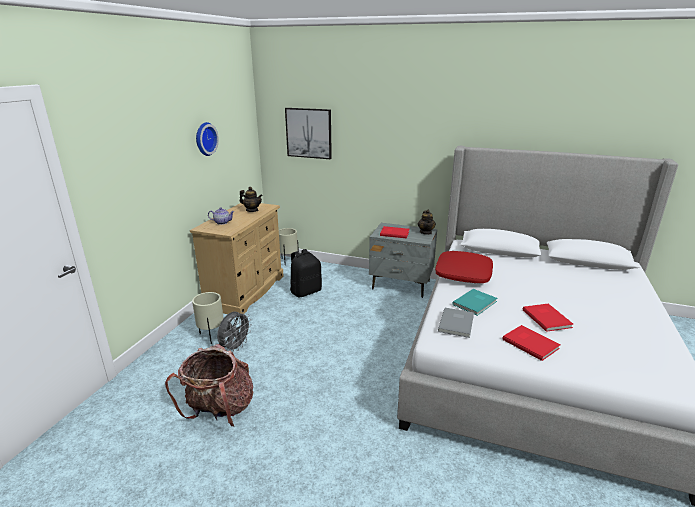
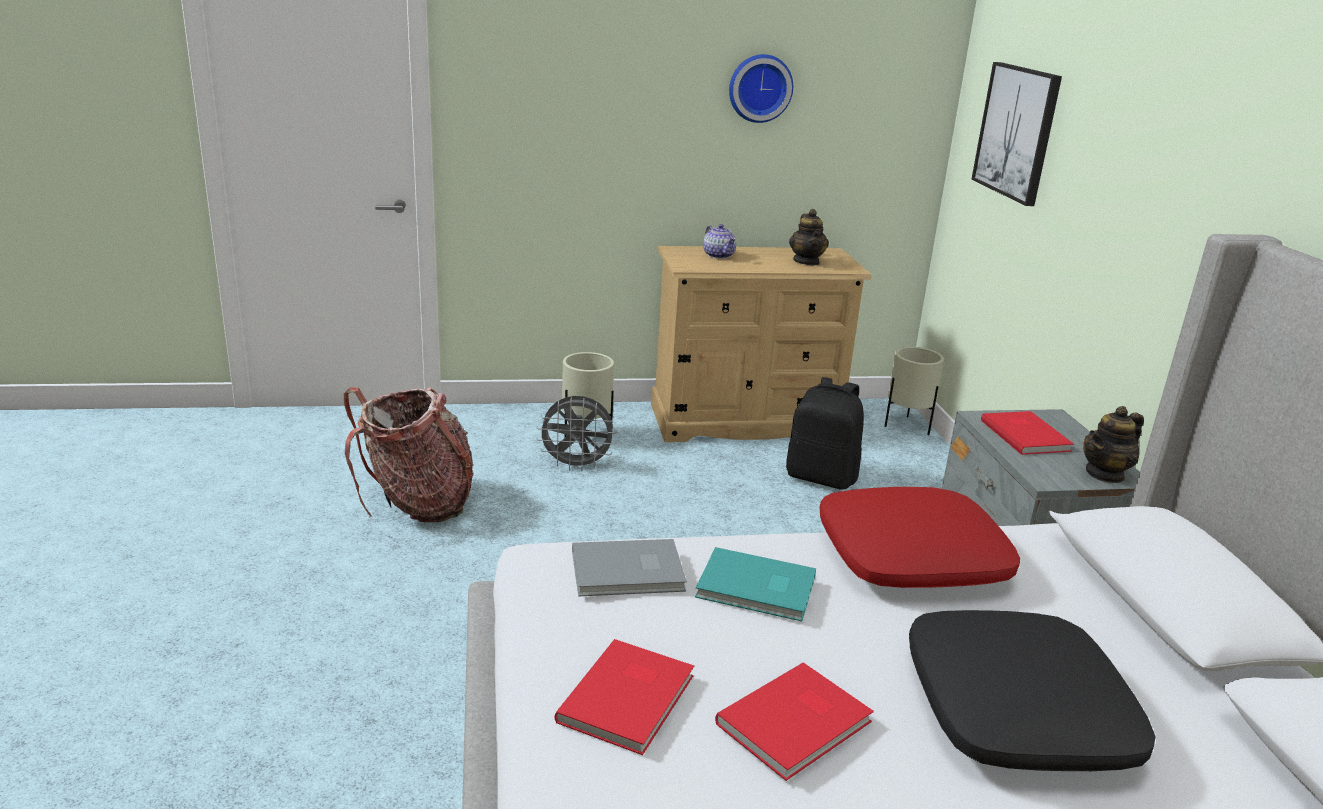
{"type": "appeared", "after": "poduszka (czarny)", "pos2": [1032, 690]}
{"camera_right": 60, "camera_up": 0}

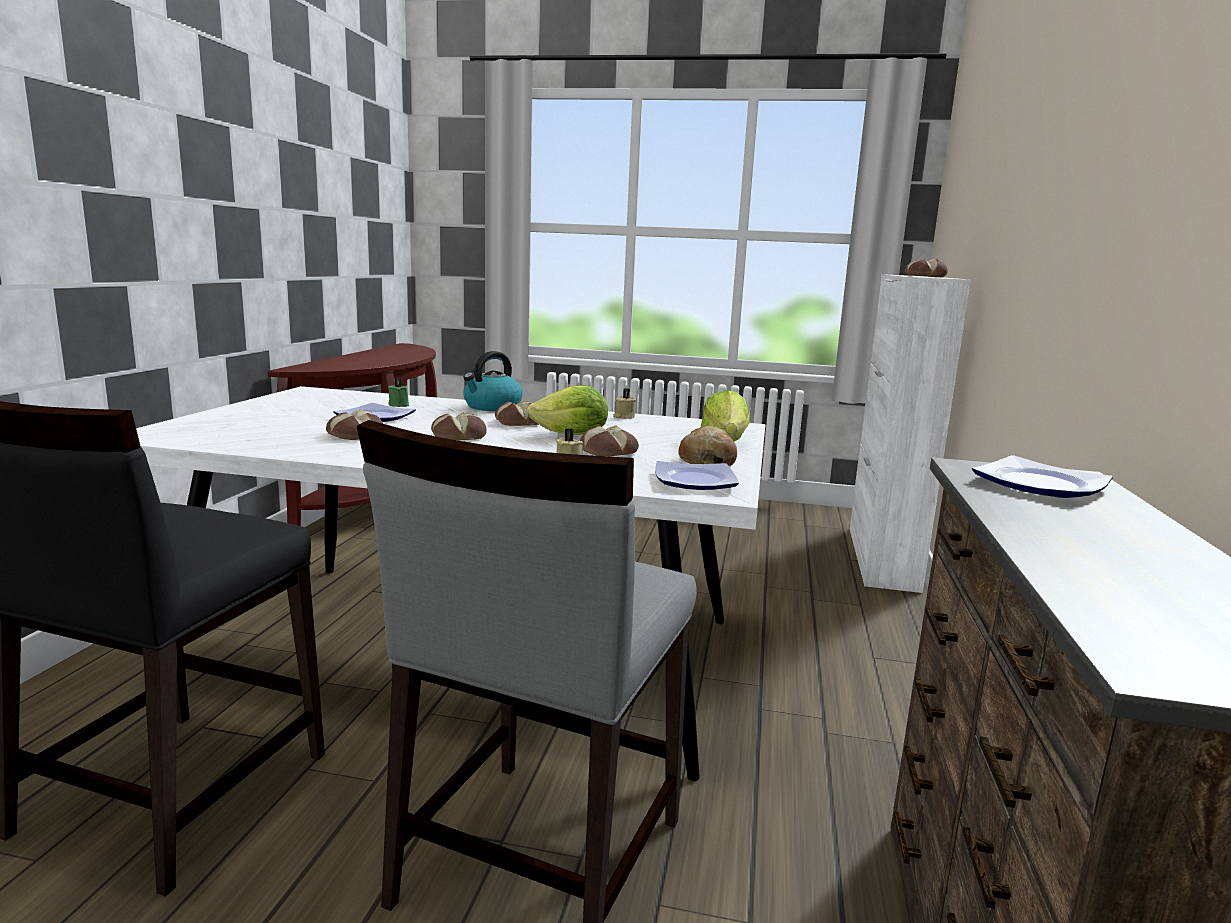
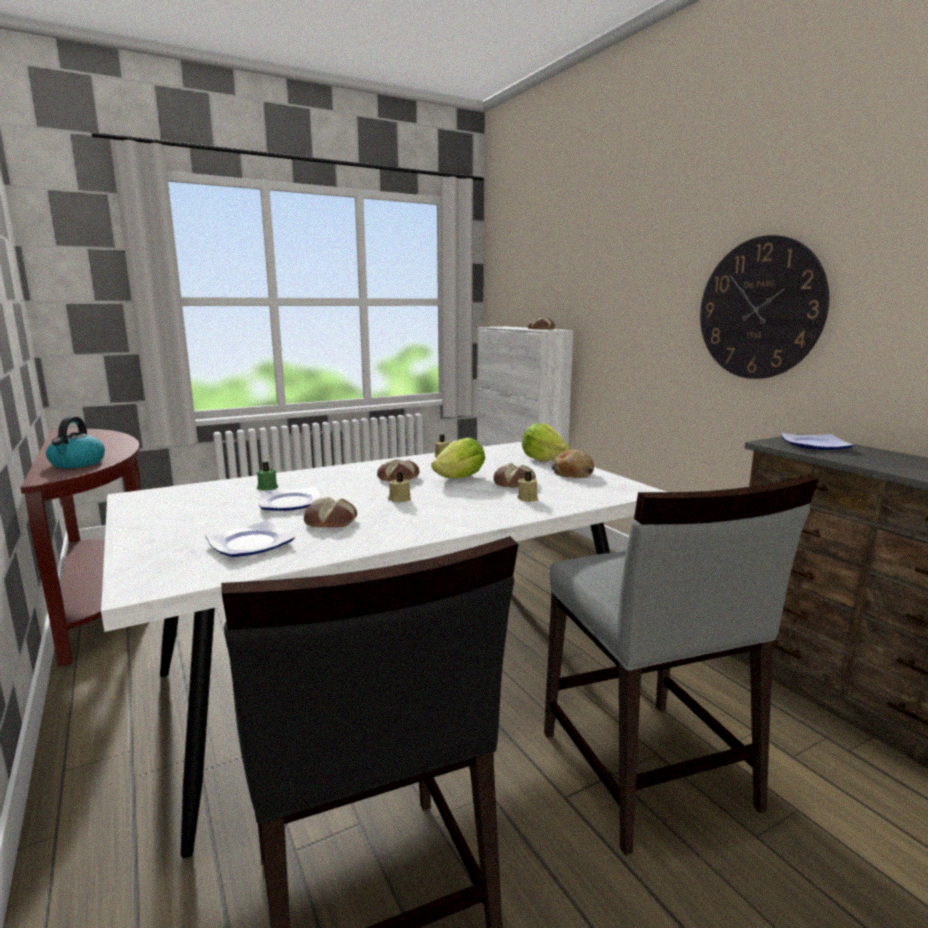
{"type": "relocated", "before": "czajnik", "pos1": [493, 381], "pos2": [75, 442]}
{"type": "exchanged", "before": "chleb", "after": "świeca (beżowy)", "pos1": [459, 426], "pos2": [399, 487]}
{"type": "relocated", "before": "talerz", "pos1": [697, 475], "pos2": [250, 539]}
{"type": "appeared", "after": "zegar ścienny", "pos2": [764, 307]}
{"camera_right": -40, "camera_up": 0}

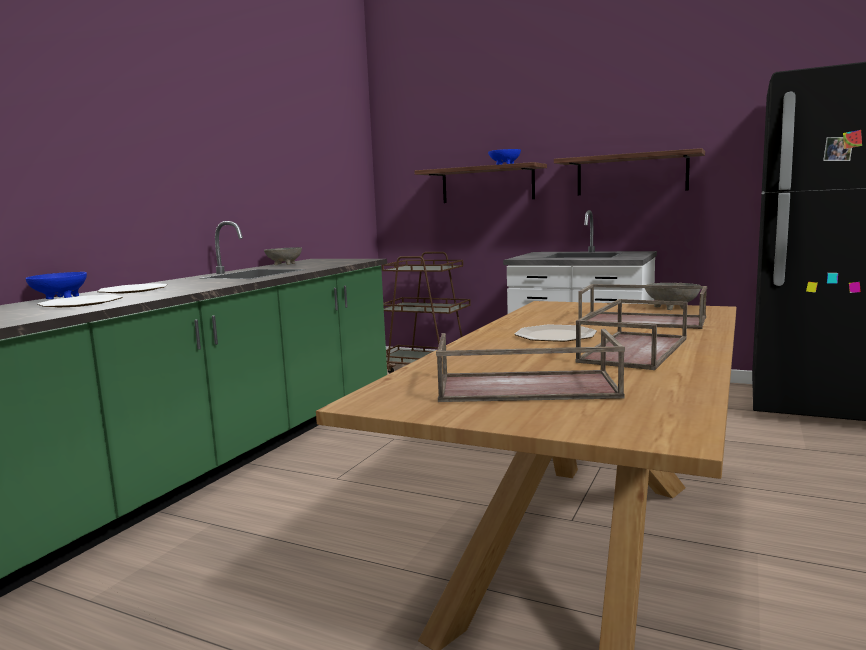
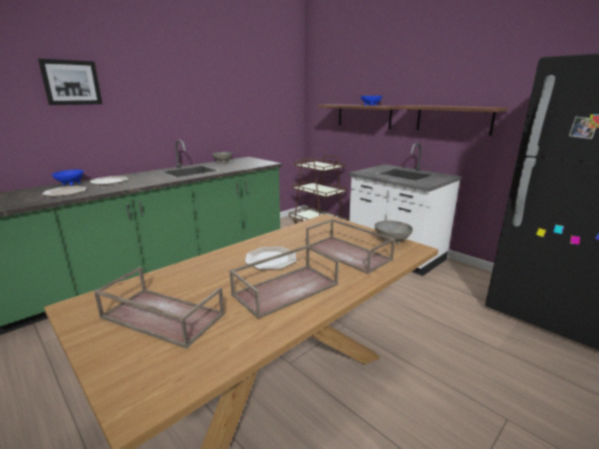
{"type": "appeared", "after": "obraz", "pos2": [70, 81]}
{"camera_right": 20, "camera_up": 10}

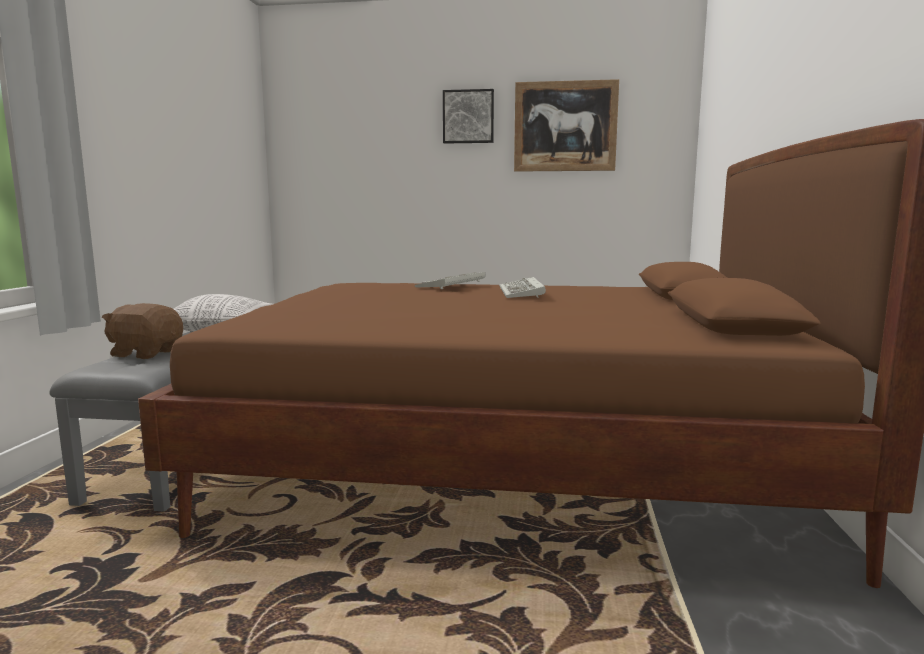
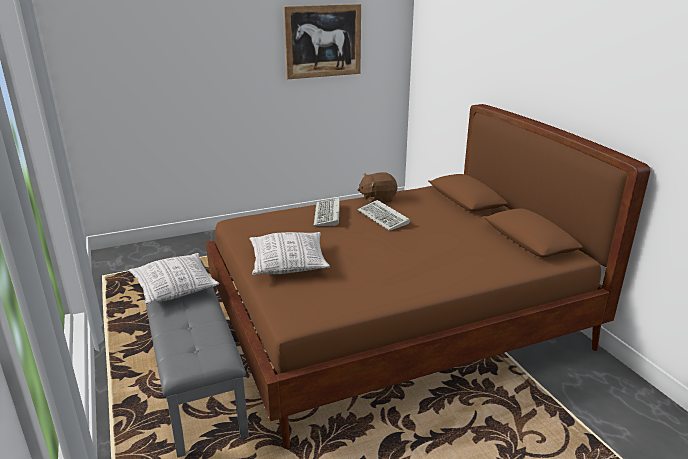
{"type": "missing", "before": "obraz", "pos1": [468, 116]}
{"type": "relocated", "before": "pluszak (brązowy)", "pos1": [142, 331], "pos2": [377, 187]}
{"type": "appeared", "after": "poduszka", "pos2": [290, 253]}
{"camera_right": -30, "camera_up": 15}

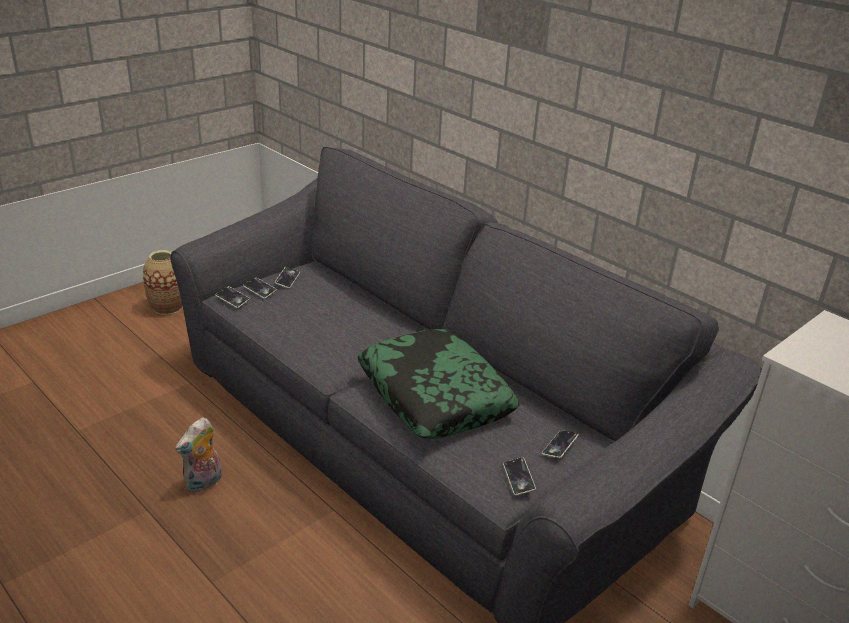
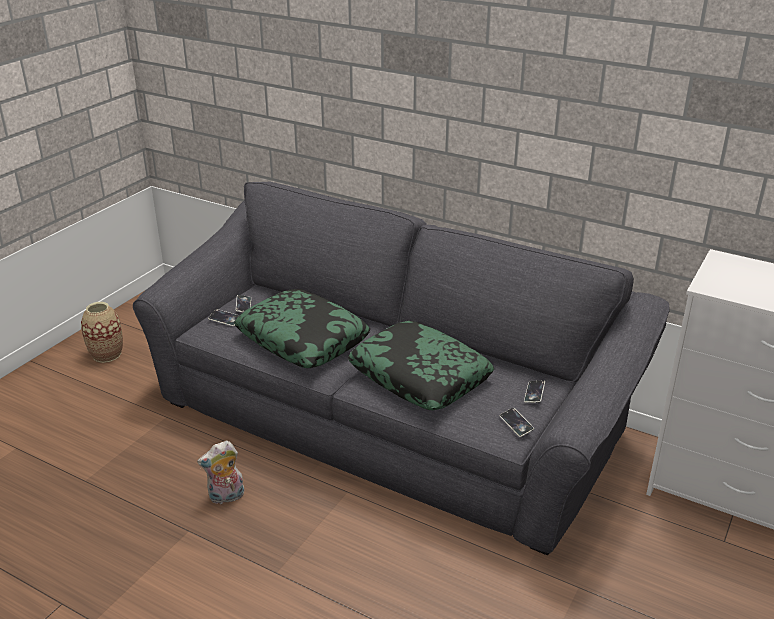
{"type": "missing", "before": "telefon", "pos1": [233, 297]}
{"type": "spun", "before": "pluszak", "pos1": [198, 455], "pos2": [220, 473], "turn": 45}
{"type": "appeared", "after": "poduszka", "pos2": [302, 328]}
{"camera_right": -15, "camera_up": 0}

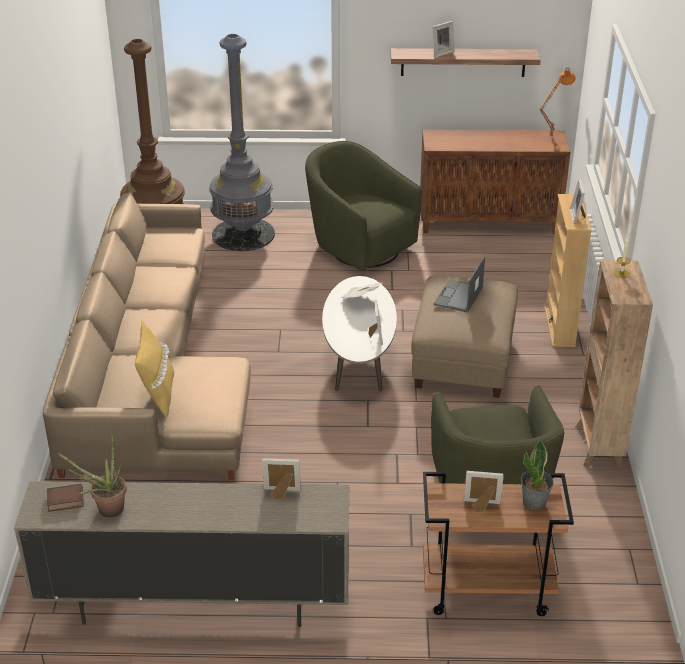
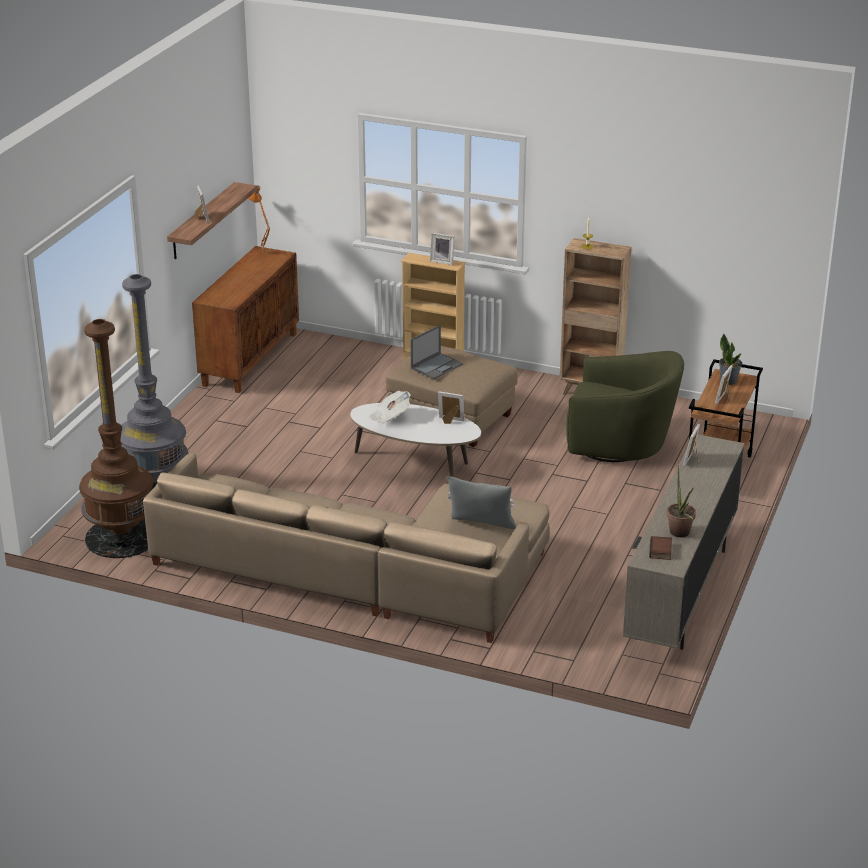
{"type": "missing", "before": "fotel (zielony)", "pos1": [363, 206]}
{"type": "spun", "before": "laptop", "pos1": [459, 284], "pos2": [436, 352], "turn": -90}
{"type": "colour", "before": "poduszka (żółty)", "after": "poduszka (szary)", "pos1": [154, 370], "pos2": [481, 503]}
{"camera_right": -70, "camera_up": -5}

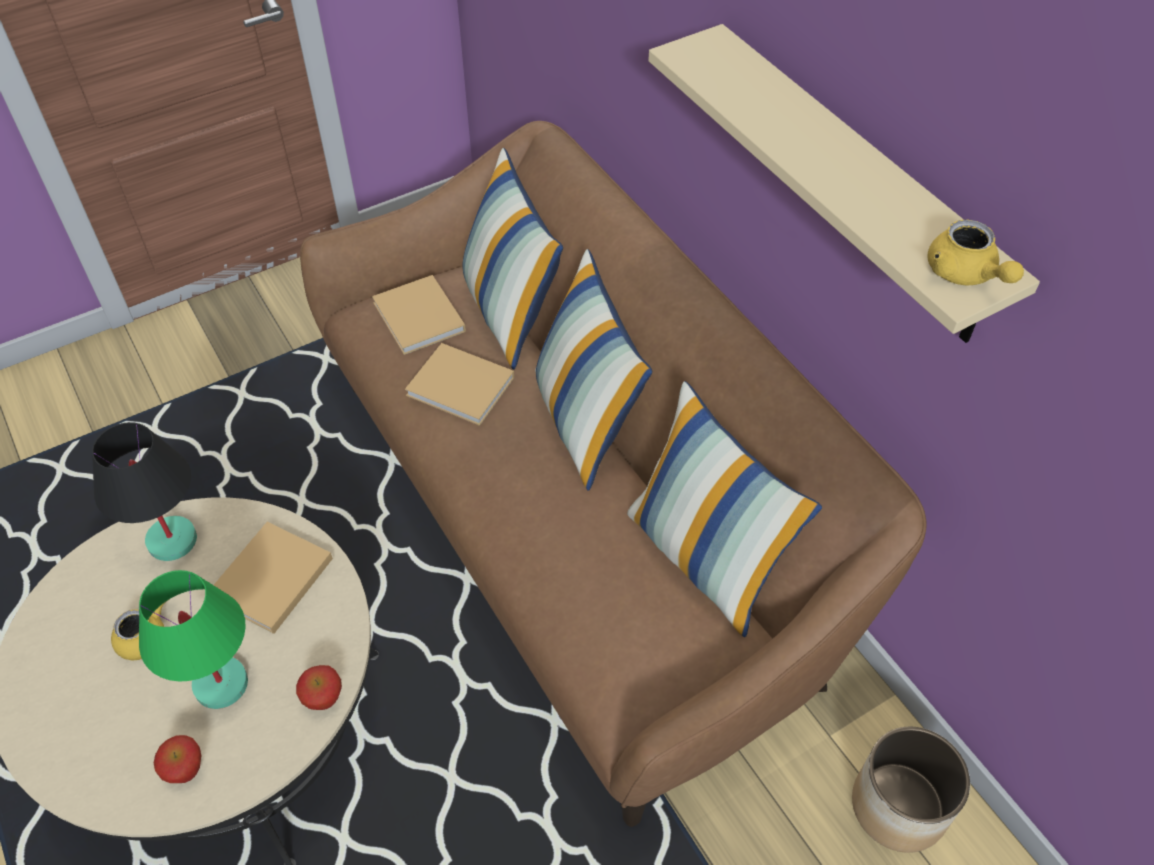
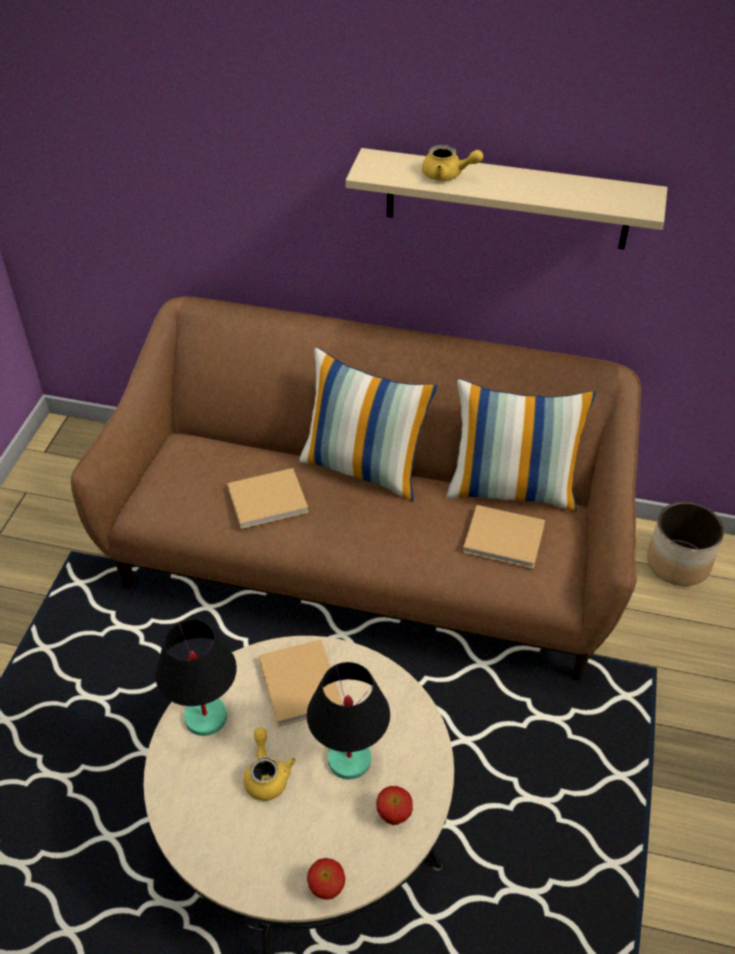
{"type": "missing", "before": "poduszka", "pos1": [512, 258]}
{"type": "relocated", "before": "imbryk (żółty)", "pos1": [976, 253], "pos2": [452, 163]}
{"type": "relocated", "before": "książka (beżowy)", "pos1": [419, 315], "pos2": [504, 537]}
{"type": "colour", "before": "lampa stołowa (zielony)", "after": "lampa stołowa (czarny)", "pos1": [193, 639], "pos2": [348, 721]}
{"type": "relocated", "before": "jabłko", "pos1": [319, 687], "pos2": [326, 879]}
{"camera_right": -45, "camera_up": -5}

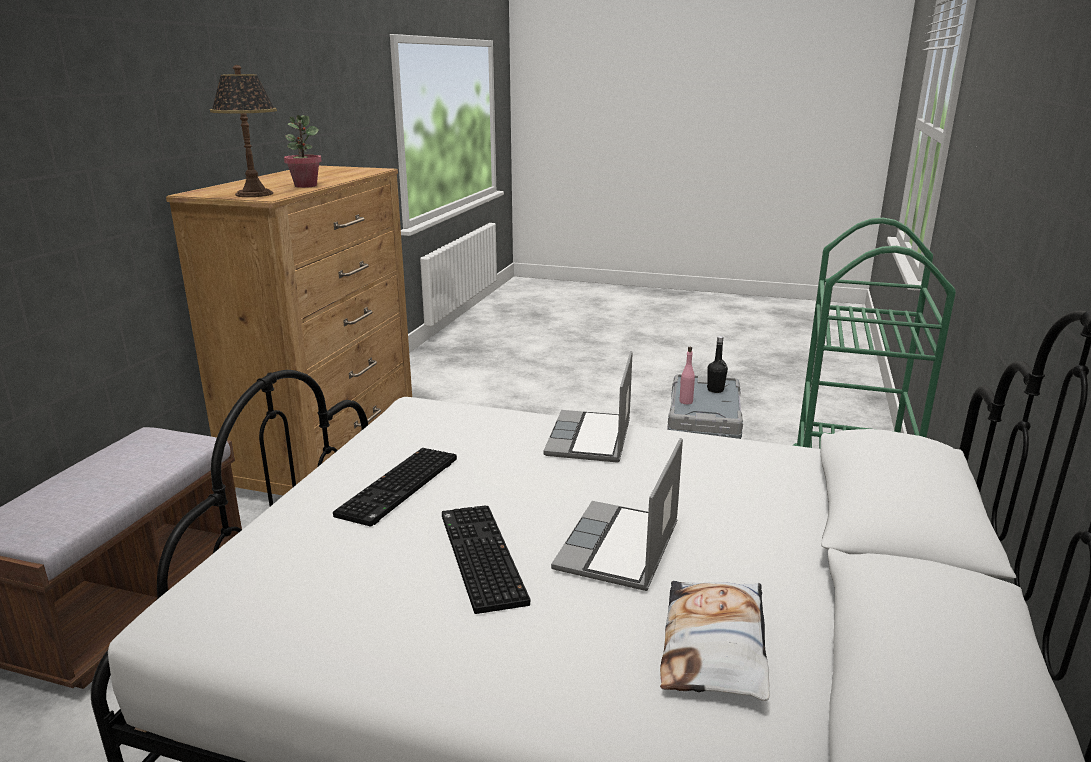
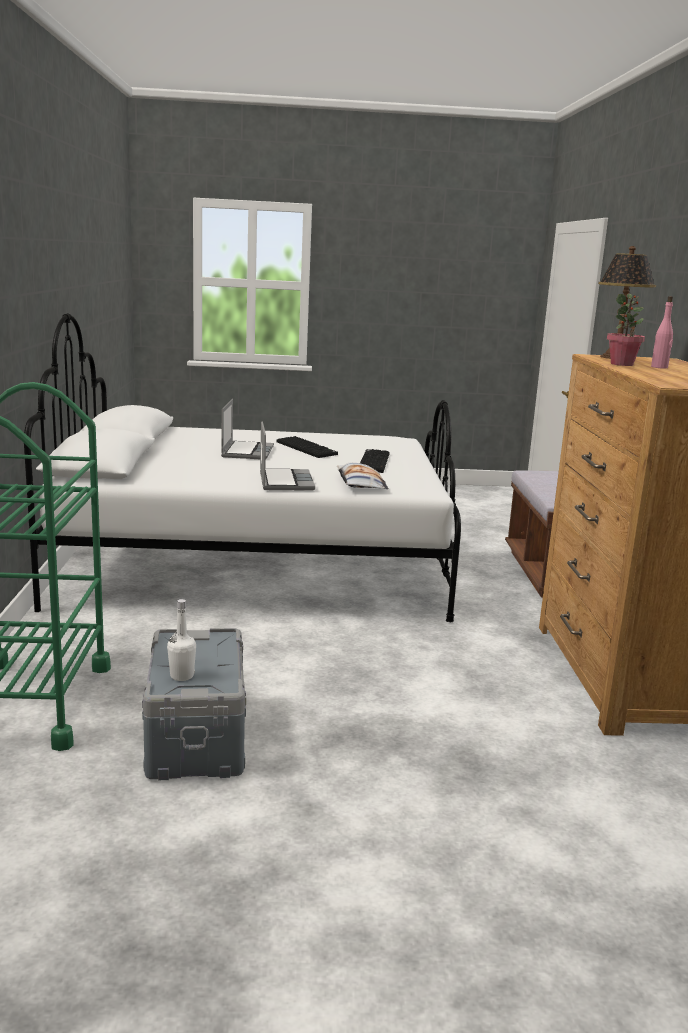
{"type": "colour", "before": "butelka (czarny)", "after": "butelka (biały)", "pos1": [717, 364], "pos2": [181, 640]}
{"type": "relocated", "before": "butelka (różowy)", "pos1": [687, 375], "pos2": [662, 332]}
{"type": "relocated", "before": "poduszka", "pos1": [715, 641], "pos2": [363, 475]}
{"camera_right": 160, "camera_up": -5}

